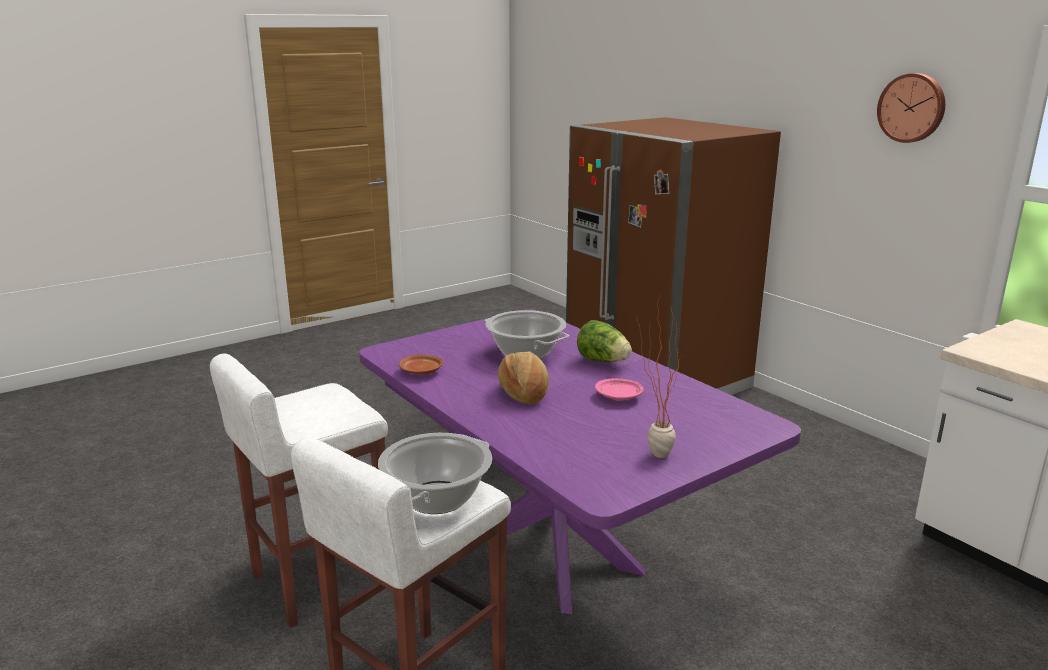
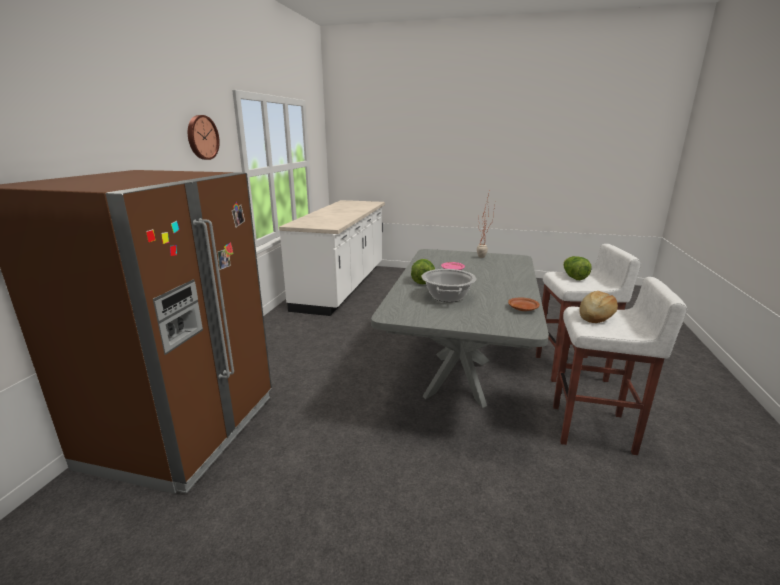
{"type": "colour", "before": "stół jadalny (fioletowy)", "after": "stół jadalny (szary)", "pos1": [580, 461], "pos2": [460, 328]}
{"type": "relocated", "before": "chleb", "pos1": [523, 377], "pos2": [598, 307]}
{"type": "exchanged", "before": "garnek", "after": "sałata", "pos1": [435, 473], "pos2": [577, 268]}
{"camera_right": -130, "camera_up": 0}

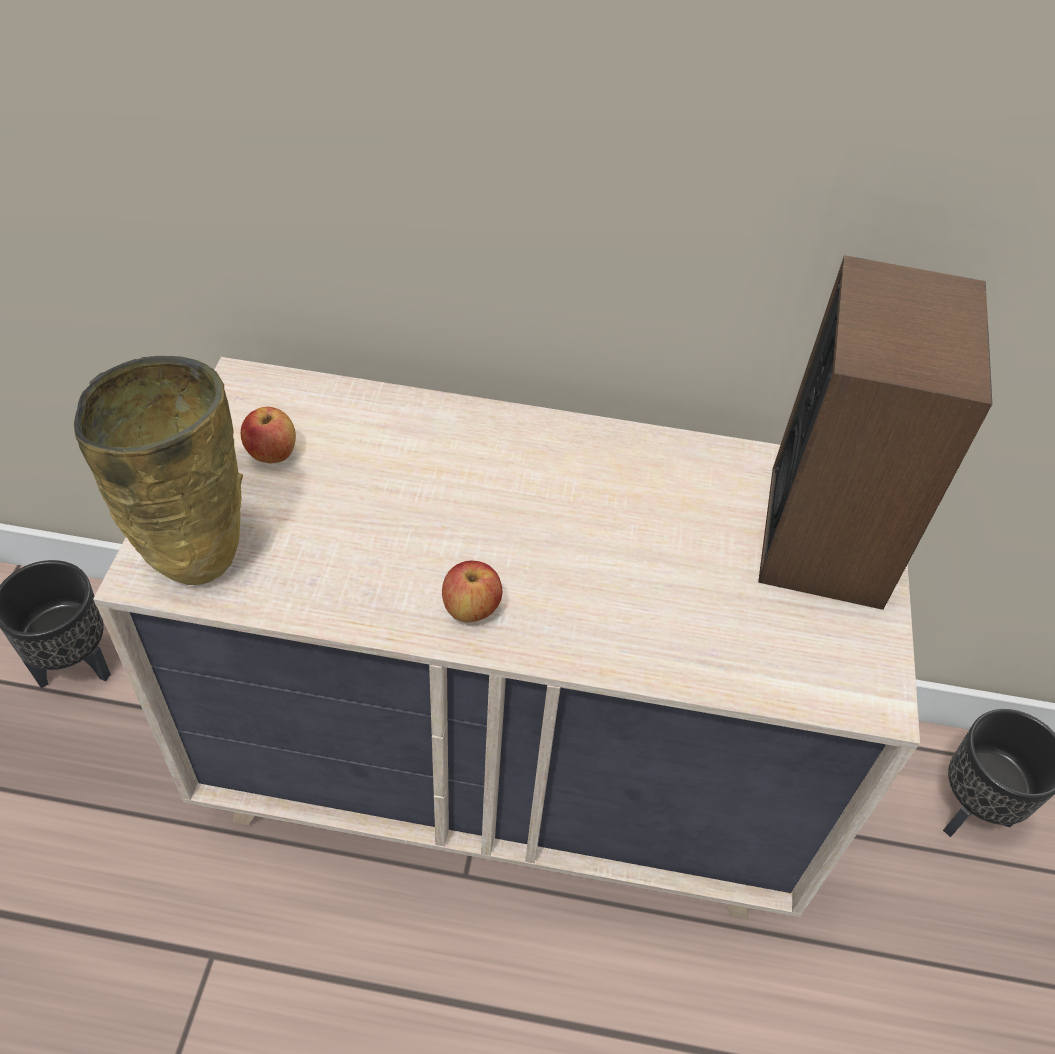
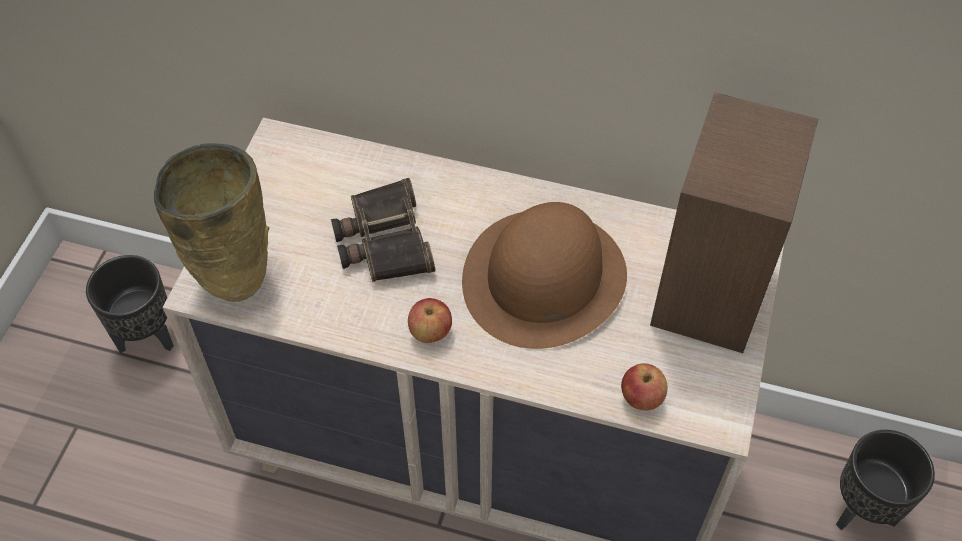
{"type": "relocated", "before": "jabłko", "pos1": [268, 435], "pos2": [644, 386]}
{"type": "appeared", "after": "lornetka", "pos2": [383, 230]}
{"type": "appeared", "after": "kapelusz (brązowy)", "pos2": [544, 275]}
{"camera_right": 10, "camera_up": 5}

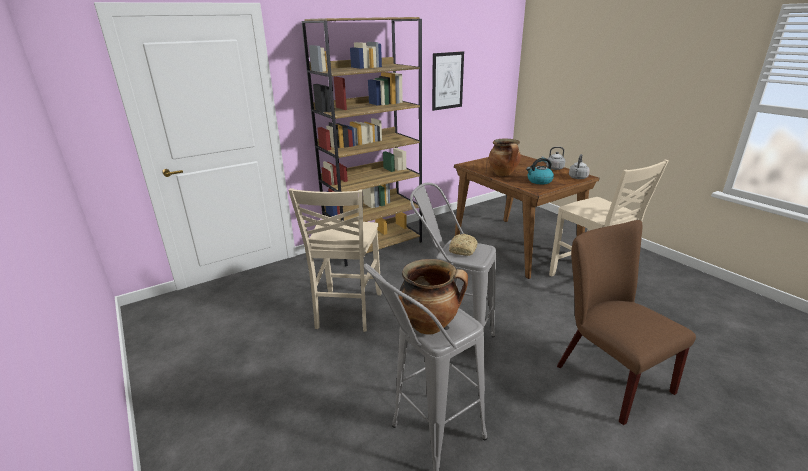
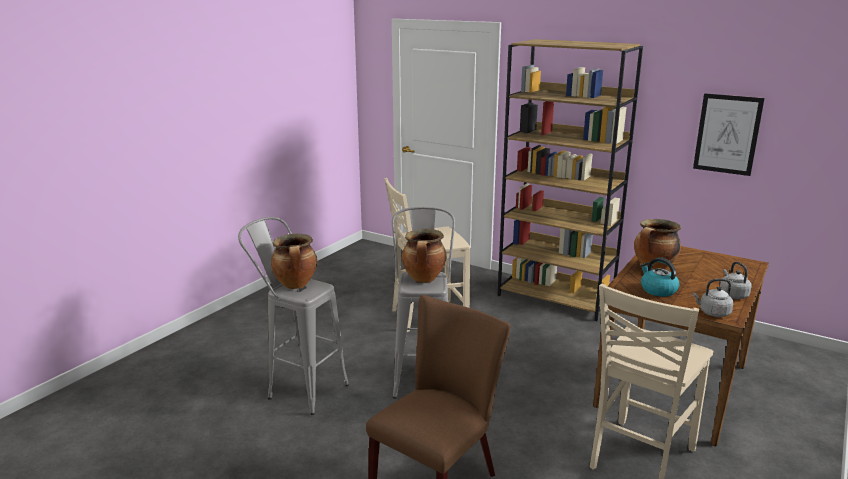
{"type": "exchanged", "before": "chleb", "after": "garnek", "pos1": [463, 245], "pos2": [424, 256]}
{"camera_right": 65, "camera_up": -5}

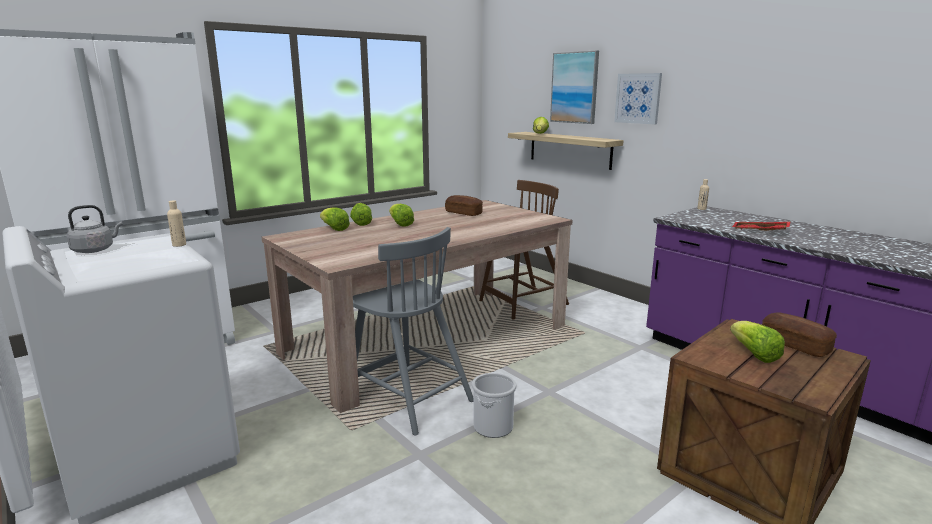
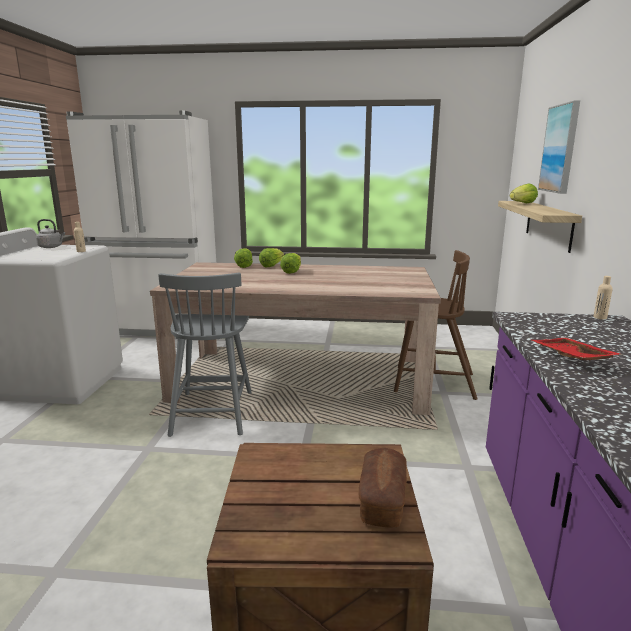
{"type": "missing", "before": "obraz", "pos1": [638, 99]}
{"type": "missing", "before": "chleb", "pos1": [464, 205]}
{"type": "missing", "before": "sałata", "pos1": [757, 342]}
{"type": "missing", "before": "wiadro", "pos1": [494, 405]}
{"camera_right": 45, "camera_up": 0}

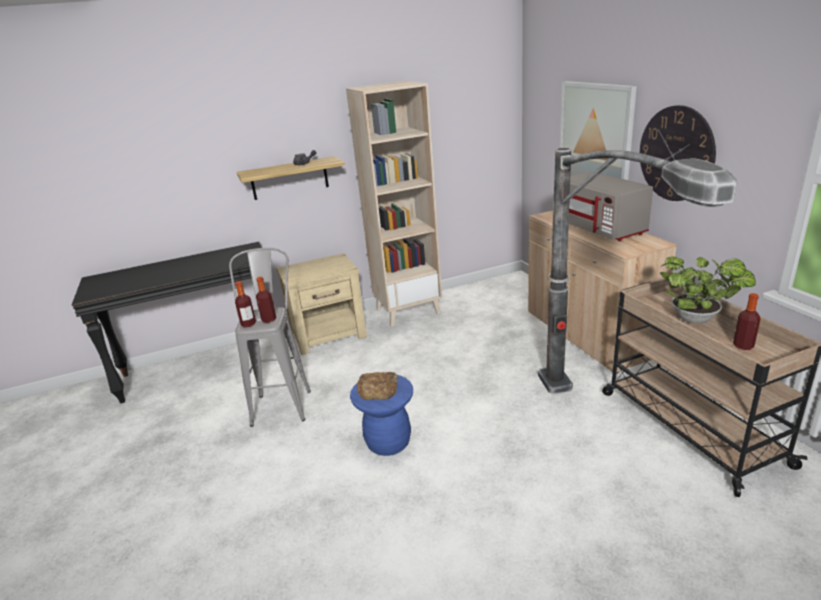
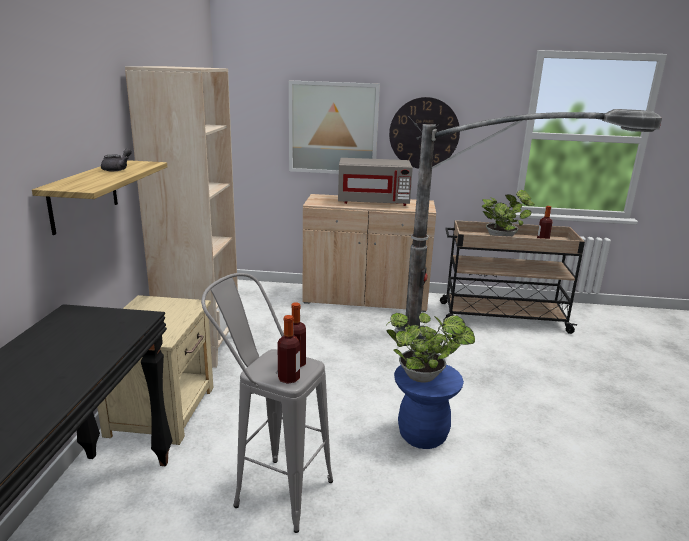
{"type": "exchanged", "before": "chleb", "after": "roślina doniczkowa", "pos1": [378, 386], "pos2": [430, 347]}
{"camera_right": -65, "camera_up": -5}

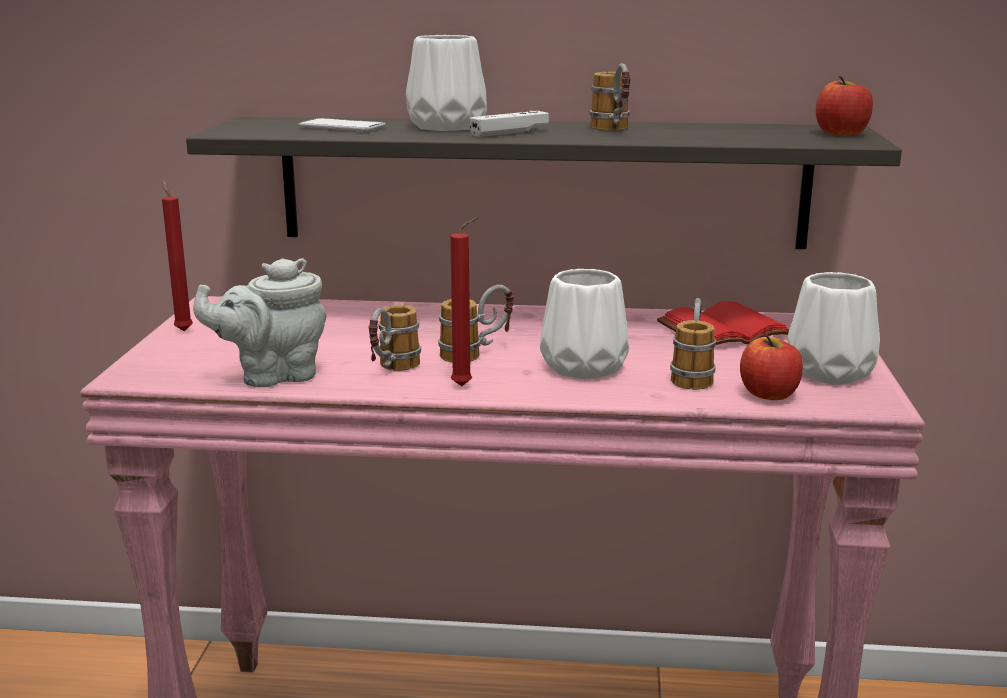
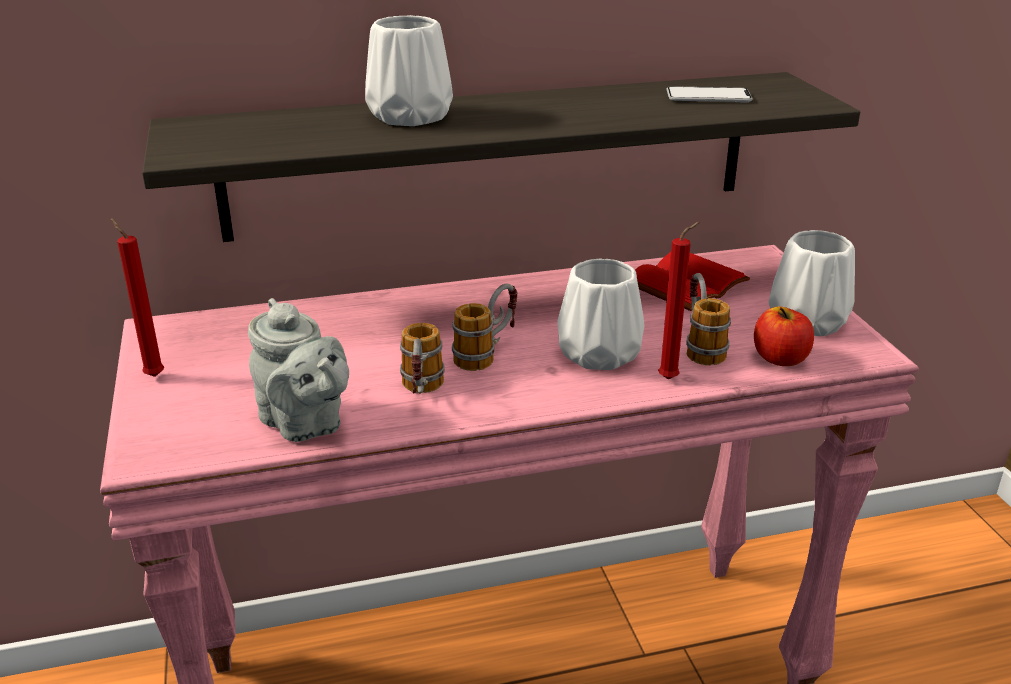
{"type": "missing", "before": "kubek", "pos1": [610, 97]}
{"type": "missing", "before": "jabłko", "pos1": [844, 106]}
{"type": "missing", "before": "pad do gier (biały)", "pos1": [509, 124]}
{"type": "relocated", "before": "telefon", "pos1": [342, 125], "pos2": [709, 94]}
{"type": "relocated", "before": "świeca (czerwony)", "pos1": [464, 301], "pos2": [679, 300]}
{"type": "spun", "before": "imbryk (szary)", "pos1": [259, 322], "pos2": [298, 370], "turn": -90}
{"camera_right": -20, "camera_up": 10}

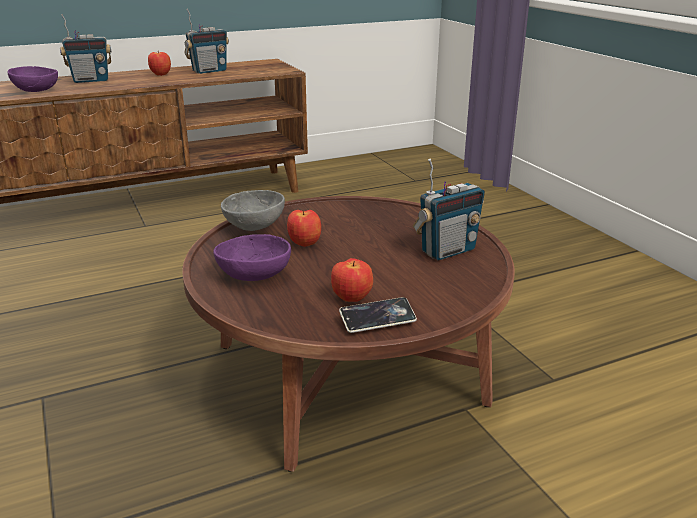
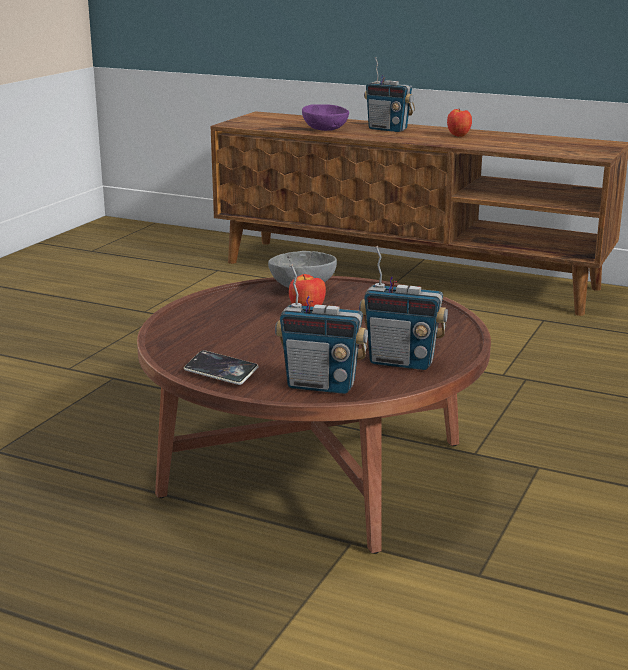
{"type": "relocated", "before": "radio", "pos1": [206, 41], "pos2": [321, 329]}
{"type": "missing", "before": "miska (fioletowy)", "pos1": [252, 257]}
{"type": "missing", "before": "jabłko", "pos1": [352, 280]}
{"camera_right": 50, "camera_up": -5}

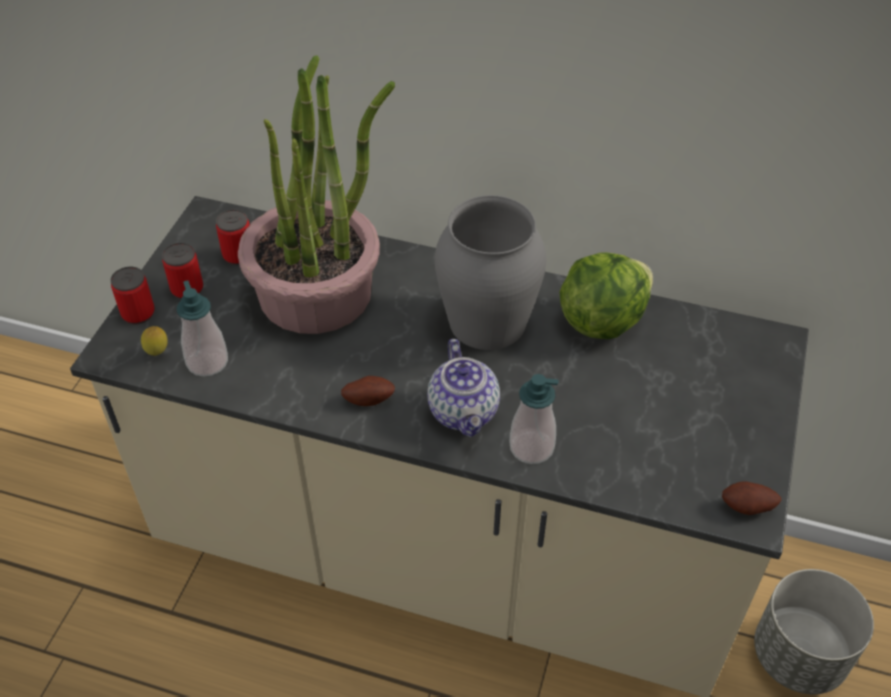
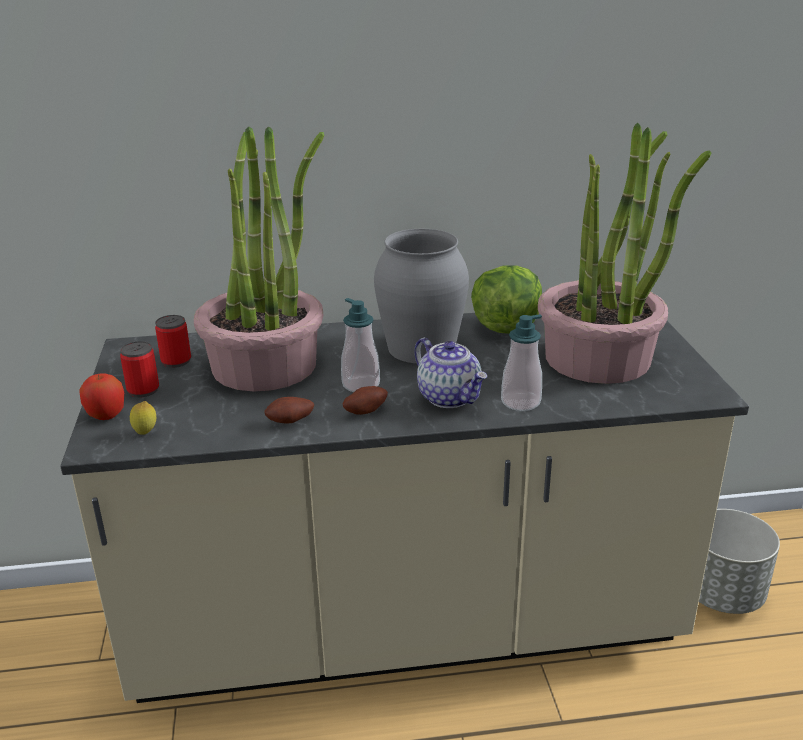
{"type": "exchanged", "before": "puszka", "after": "jabłko", "pos1": [133, 295], "pos2": [102, 396]}
{"type": "relocated", "before": "dozownik mydła", "pos1": [202, 329], "pos2": [360, 345]}
{"type": "relocated", "before": "ziemniak", "pos1": [751, 498], "pos2": [289, 410]}
{"type": "appeared", "after": "roślina doniczkowa", "pos2": [624, 253]}
{"camera_right": -25, "camera_up": -20}

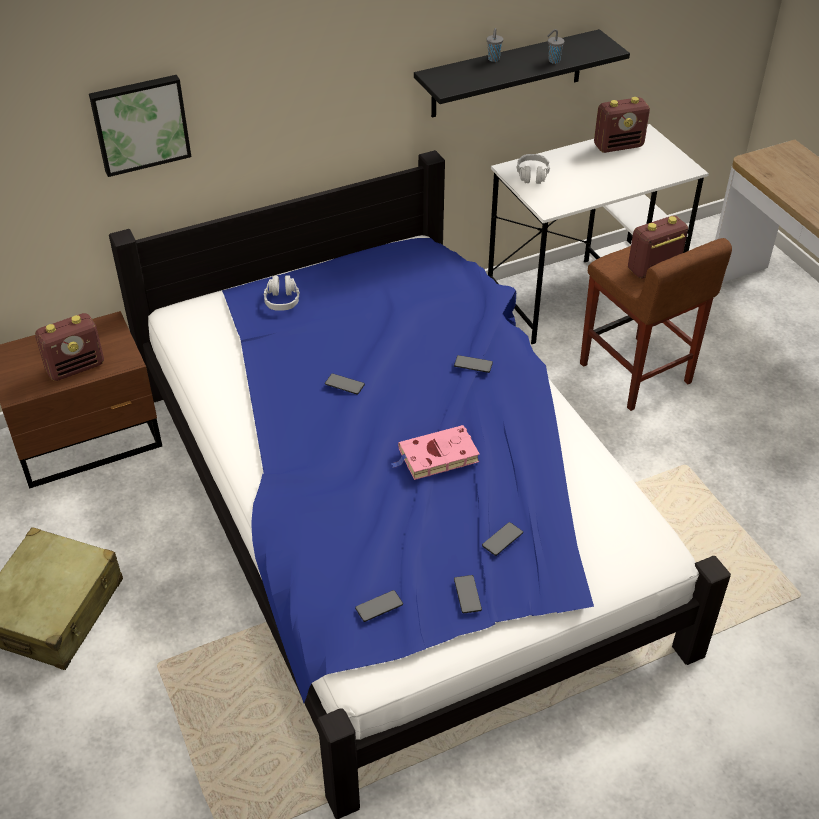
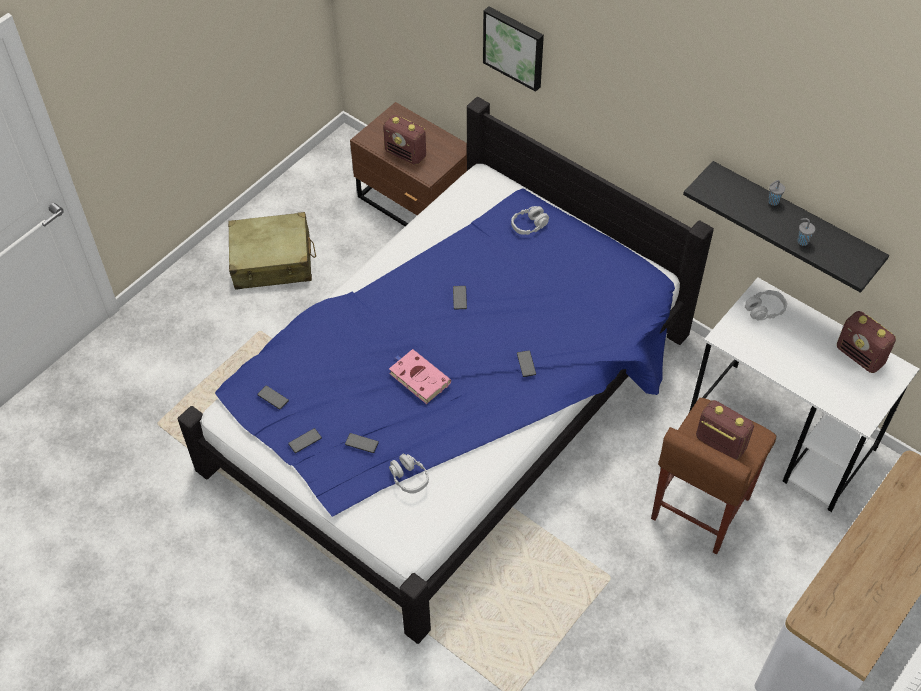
{"type": "appeared", "after": "słuchawki (szary)", "pos2": [409, 473]}
{"camera_right": 65, "camera_up": 10}

